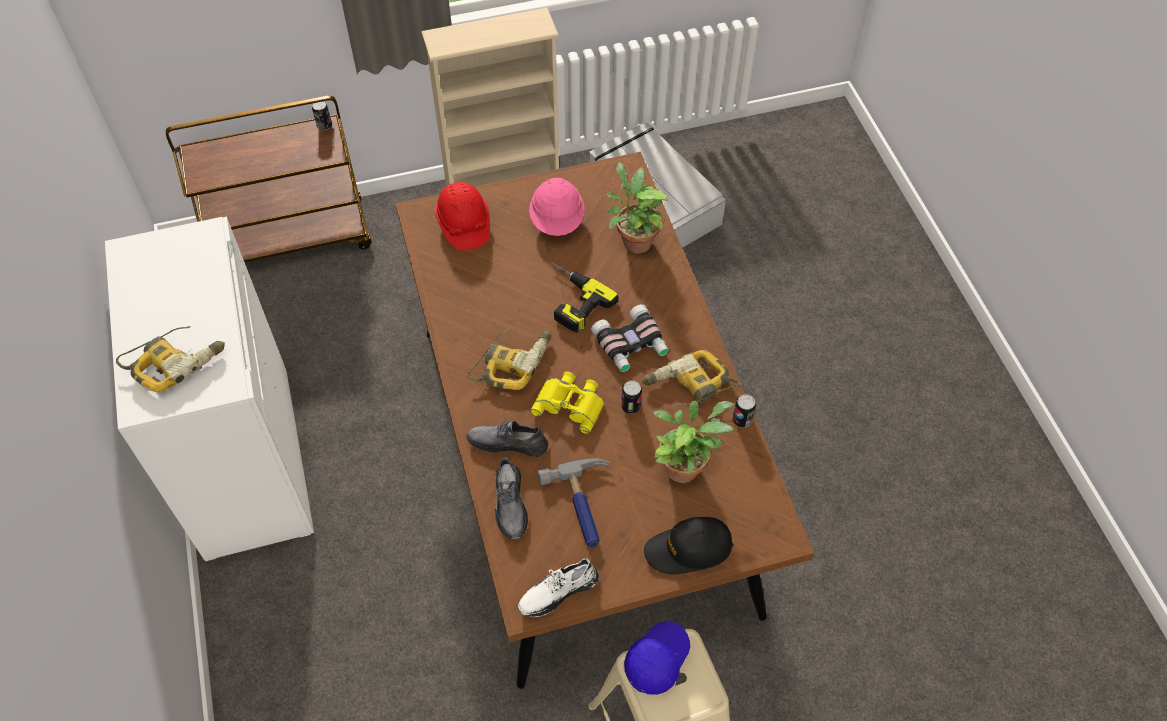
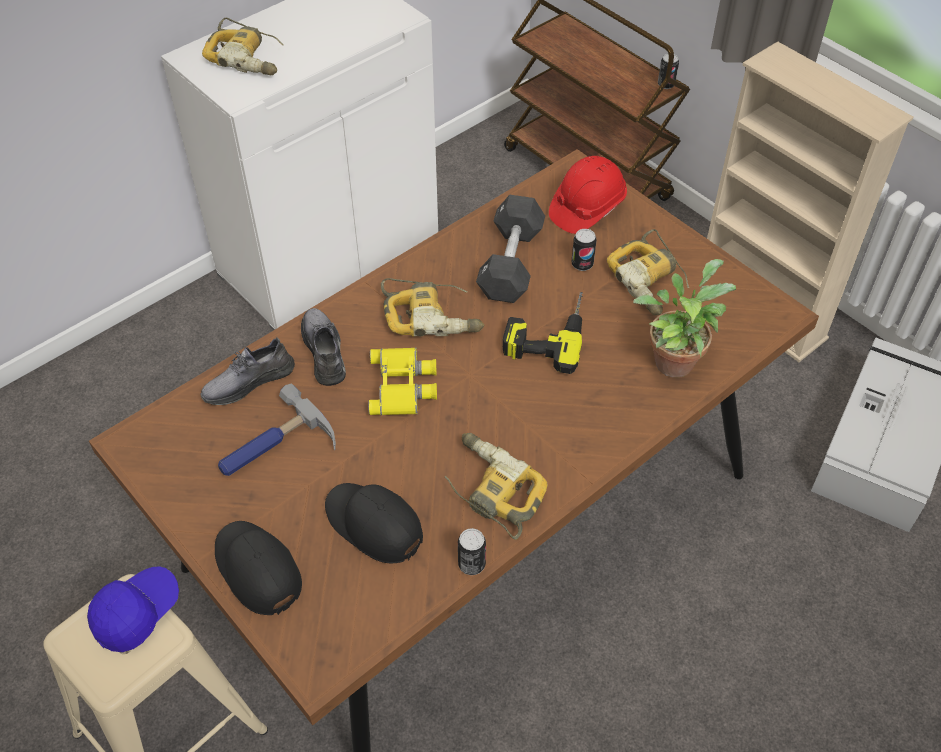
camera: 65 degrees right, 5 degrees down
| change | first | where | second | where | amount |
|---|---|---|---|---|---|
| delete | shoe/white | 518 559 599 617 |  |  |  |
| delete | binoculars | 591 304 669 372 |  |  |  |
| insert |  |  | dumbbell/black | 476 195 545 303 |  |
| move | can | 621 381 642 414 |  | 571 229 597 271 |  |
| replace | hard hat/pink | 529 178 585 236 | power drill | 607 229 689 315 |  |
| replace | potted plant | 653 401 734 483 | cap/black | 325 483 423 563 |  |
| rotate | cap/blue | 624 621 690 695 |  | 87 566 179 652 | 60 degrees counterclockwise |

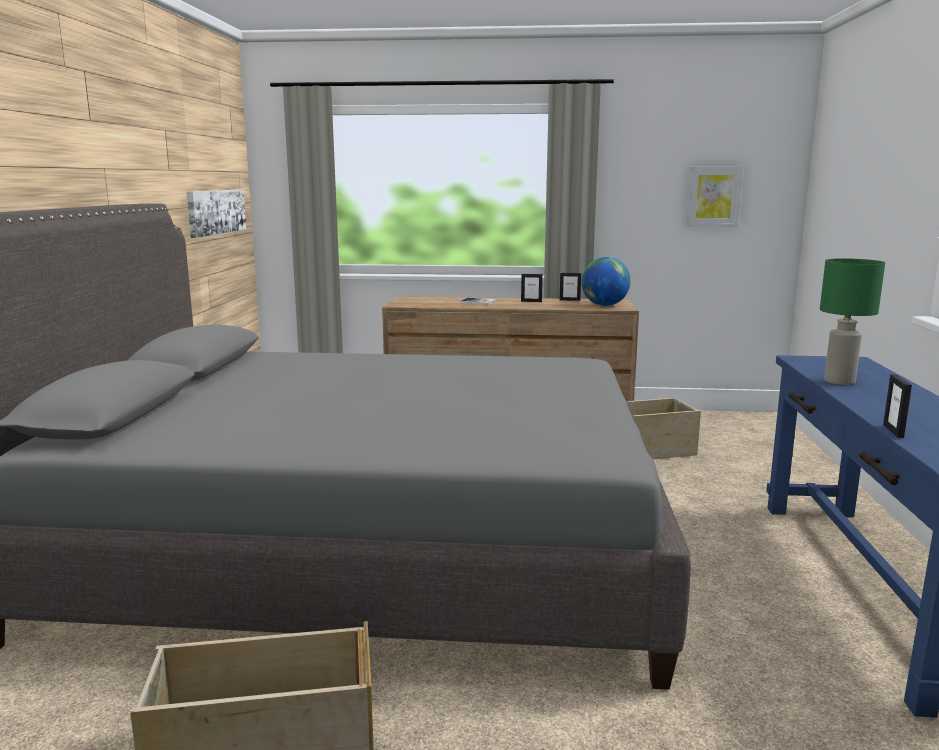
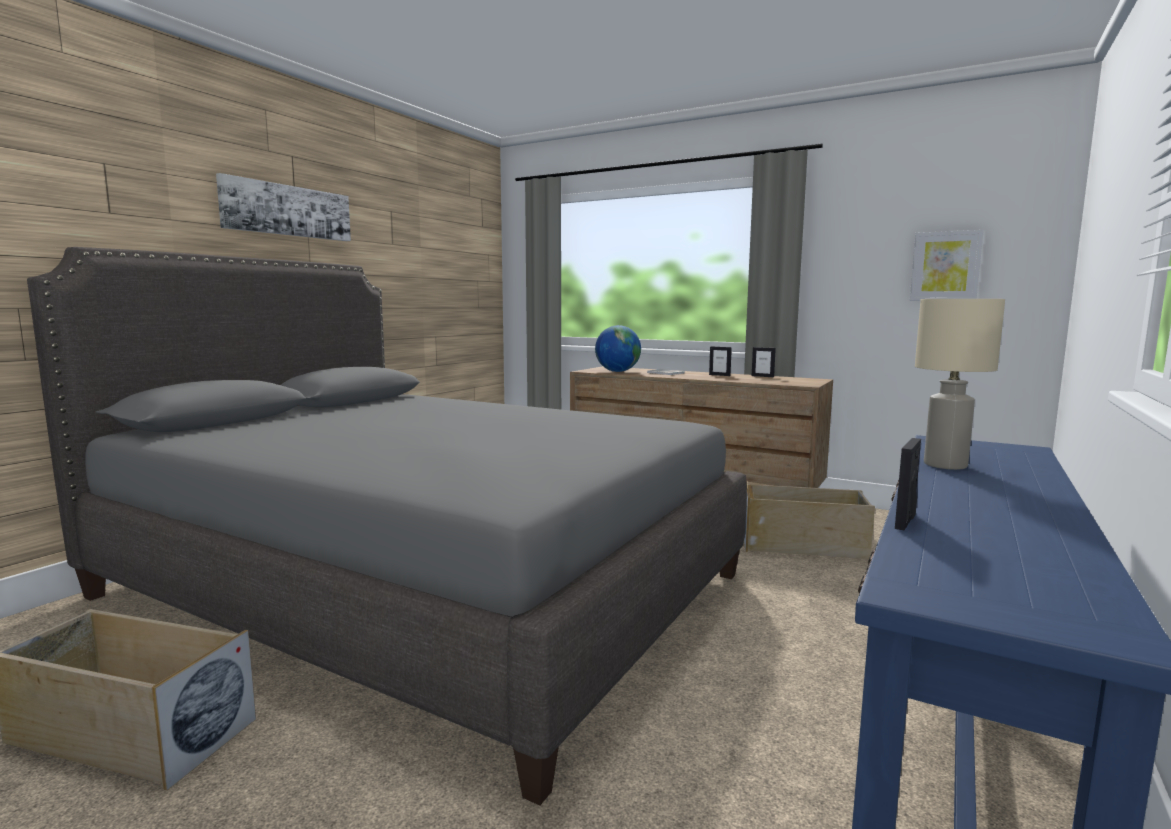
camera: 25 degrees right, 5 degrees down
| change | first | where | second | where | amount |
|---|---|---|---|---|---|
| move | picture | 186 190 246 238 |  | 216 173 351 241 |  |
| move | globe | 582 257 631 306 |  | 595 325 641 372 |  |
| recolor | table lamp/green | 820 258 885 385 | table lamp/beige | 915 299 1005 470 |  |

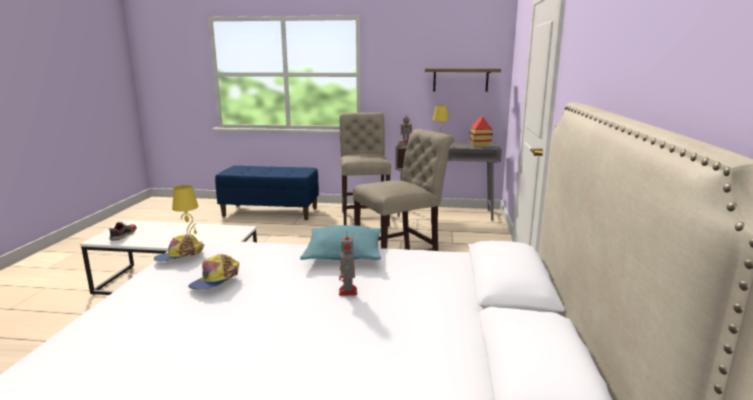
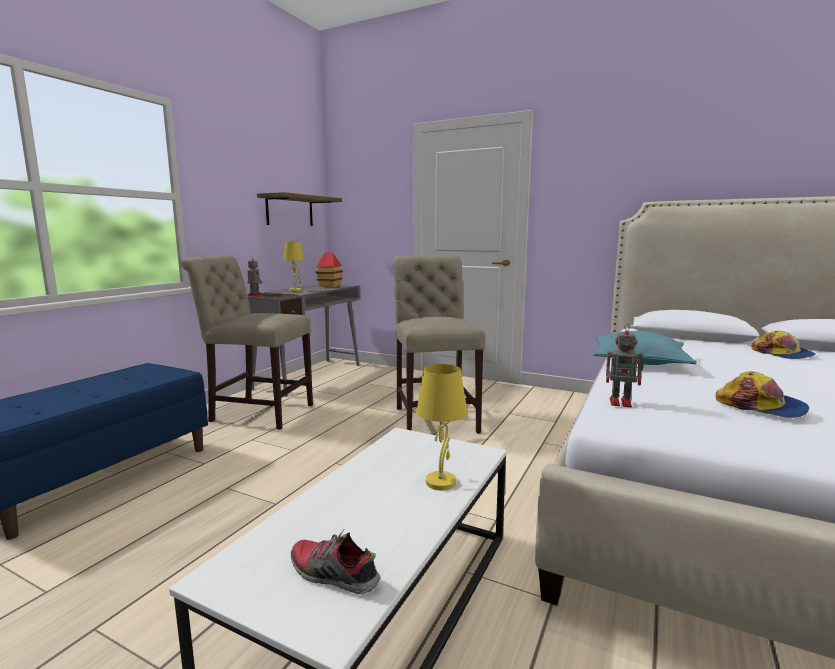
camera: 70 degrees left, 5 degrees down
| change | first | where | second | where | amount |
|---|---|---|---|---|---|
| move | cap | 154 234 204 262 |  | 751 331 816 359 |  |
| move | toy robot | 339 237 357 296 |  | 606 324 644 407 |  |

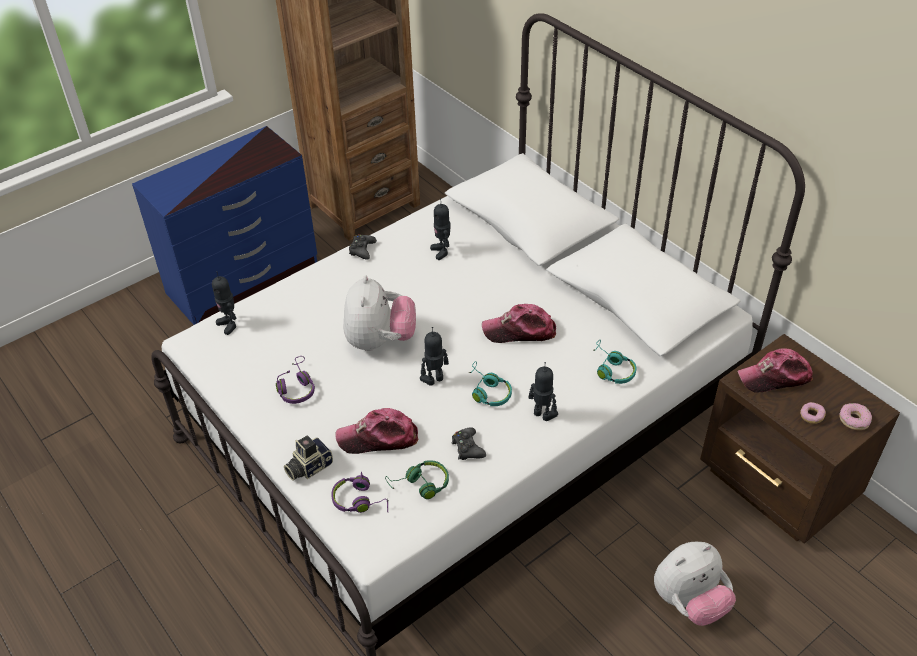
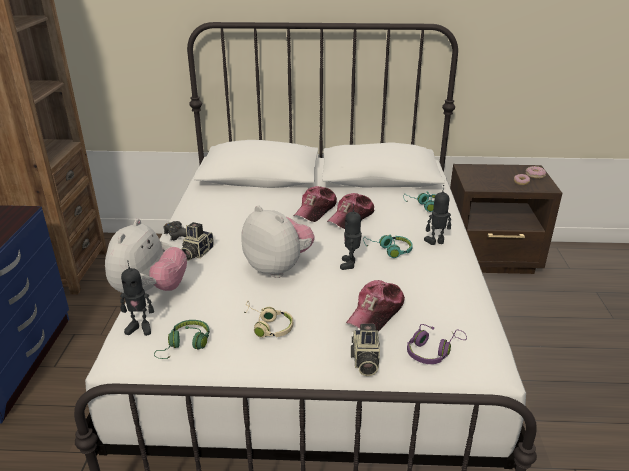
camera: 50 degrees left, 15 degrees down
| change | first | where | second | where | amount |
|---|---|---|---|---|---|
| delete | toy robot | 430 198 451 260 |  |  |  |
| delete | game controller/black | 451 427 486 460 |  |  |  |
| insert |  |  | photo camera | 181 222 214 261 |  |
| move | headphones/green | 385 460 449 499 |  | 154 320 210 359 |  |
| move | plush toy | 654 542 736 626 |  | 105 219 187 293 |  |
| move | cap | 737 348 813 392 |  | 294 186 337 222 |  |
| recolor | headphones/purple | 276 356 315 404 | headphones/beige | 244 301 293 338 |  |

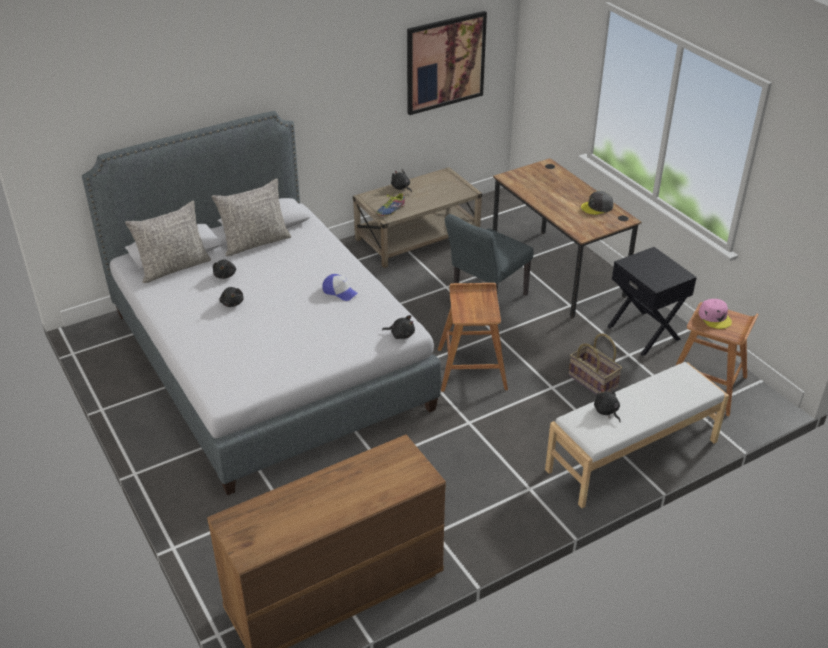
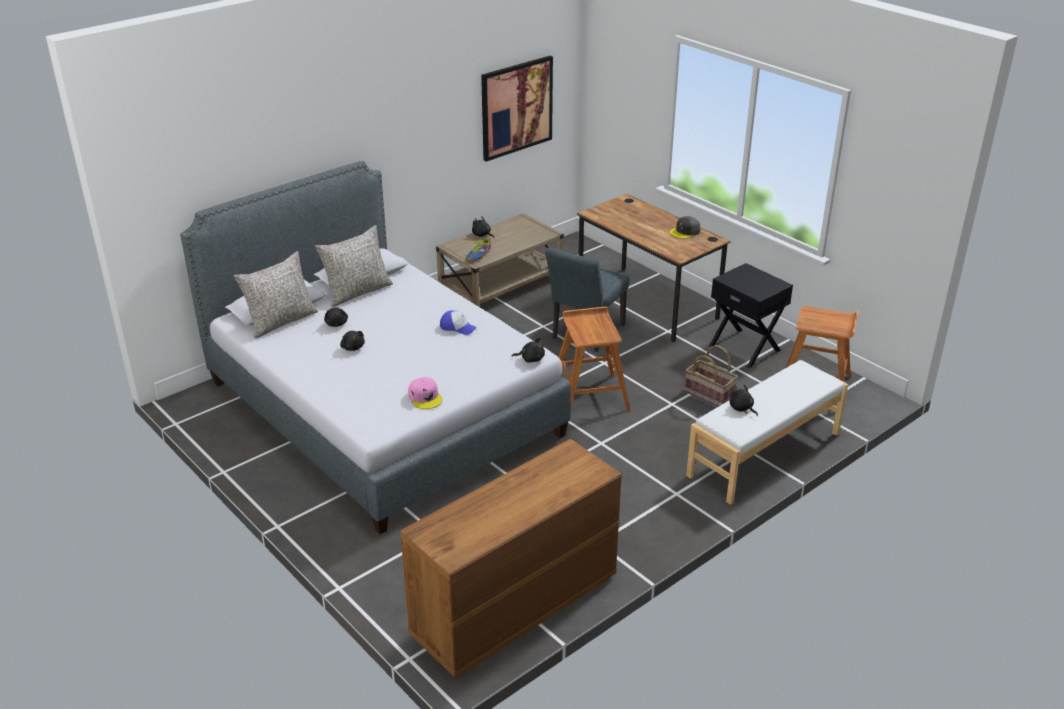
camera: 10 degrees left, 5 degrees down
| change | first | where | second | where | amount |
|---|---|---|---|---|---|
| move | cap/pink | 698 299 732 329 |  | 408 377 442 409 |  |

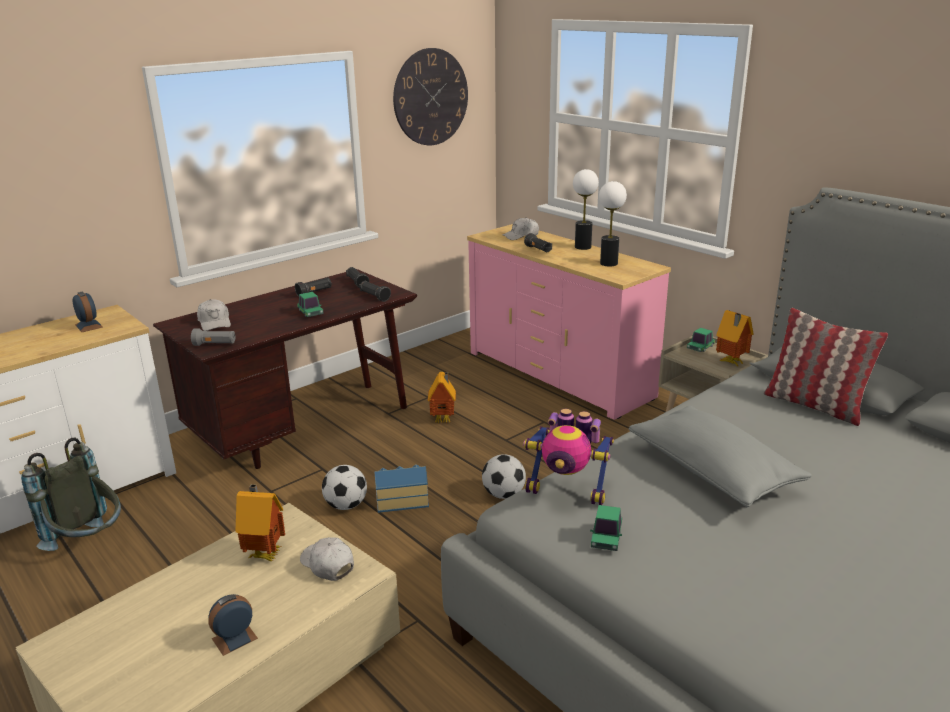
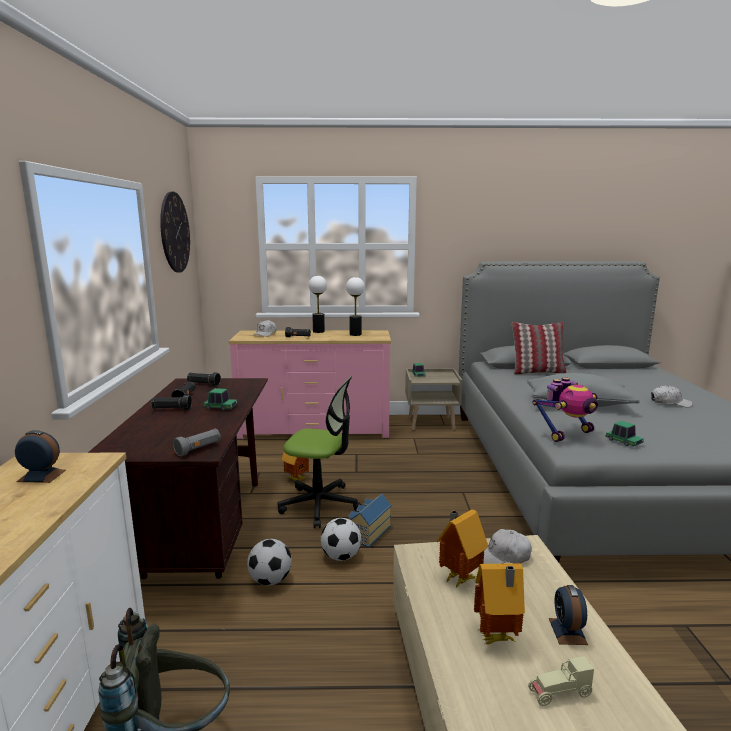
camera: 50 degrees left, 10 degrees down
| change | first | where | second | where | amount |
|---|---|---|---|---|---|
| insert |  |  | office chair | 278 376 362 528 |  |
| insert |  |  | toy car/beige | 528 656 594 706 |  |
| move | cap/white | 197 299 231 331 |  | 651 385 692 408 |  |
| move | flashlight/black | 359 281 391 302 |  | 152 395 192 410 |  |
| move | football | 482 454 526 499 |  | 247 539 292 586 |  |
| move | toy house | 716 310 753 366 |  | 474 563 525 644 |  |

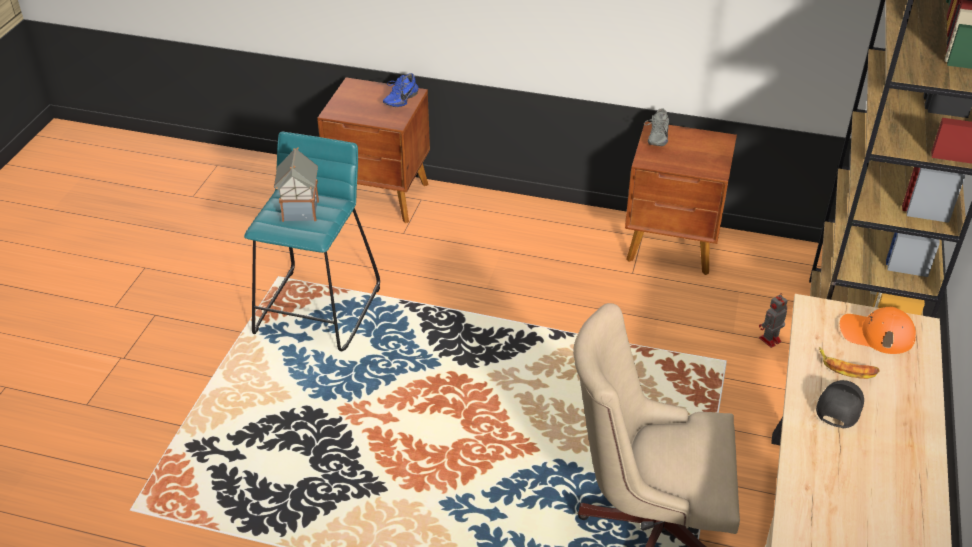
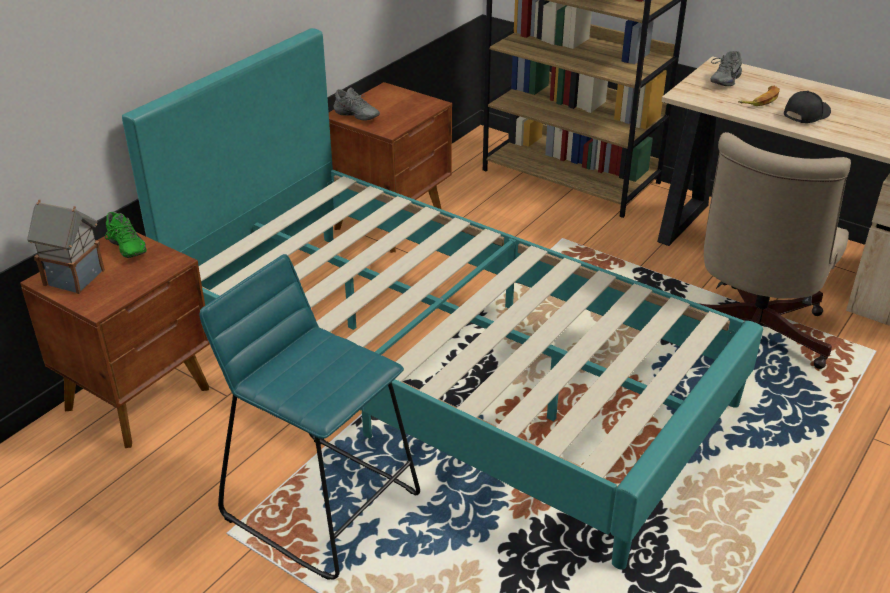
camera: 70 degrees left, 5 degrees down
| change | first | where | second | where | amount |
|---|---|---|---|---|---|
| delete | toy robot | 759 293 787 348 |  |  |  |
| insert |  |  | bed/turquoise | 122 28 763 570 |  |
| move | toy house | 274 147 319 222 |  | 27 200 105 294 |  |
| replace | cap/orange | 840 307 916 354 | shoe/grey | 710 51 742 86 |  |
| recolor | shoe/blue | 383 73 418 107 | shoe/green | 105 212 147 258 |  |
| rotate | cap/black | 816 380 864 428 |  | 784 91 831 123 | 90 degrees clockwise |

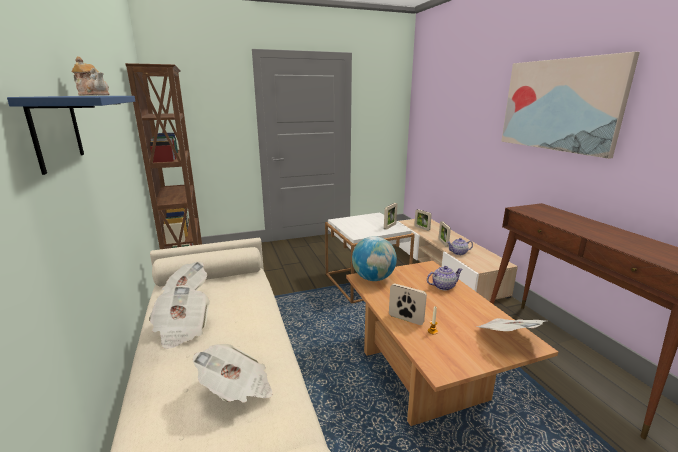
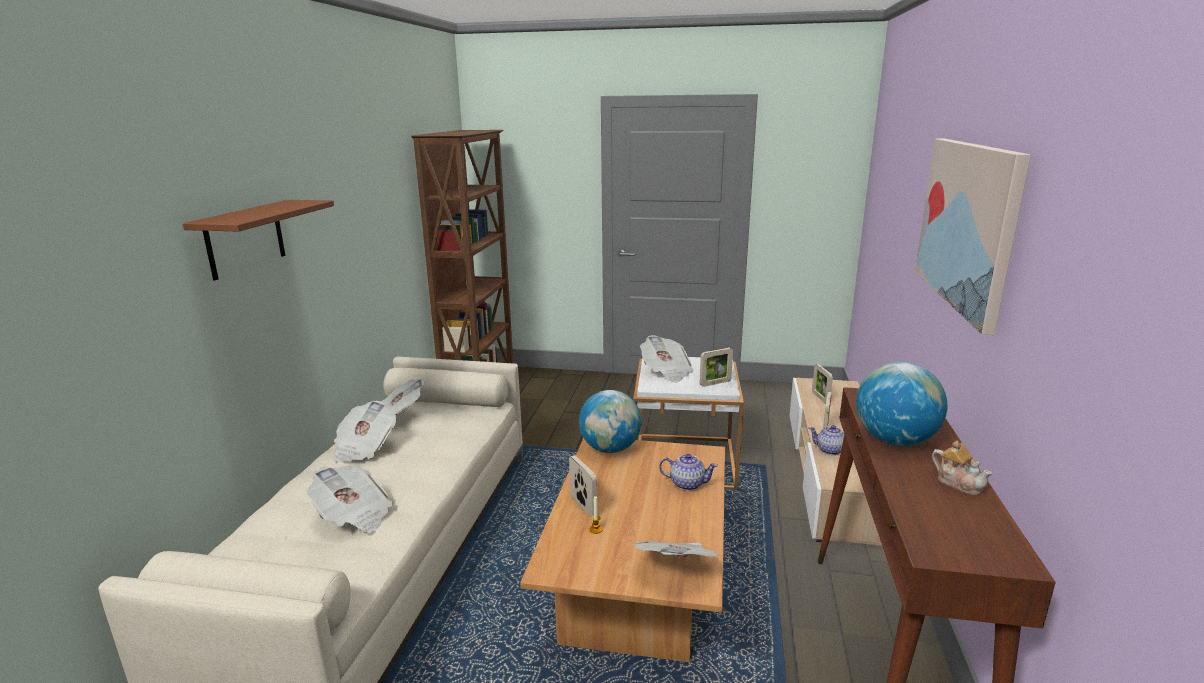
camera: 30 degrees right, 0 degrees up
| change | first | where | second | where | amount |
|---|---|---|---|---|---|
| insert |  |  | newspaper | 640 335 694 383 |  |
| insert |  |  | globe | 856 362 947 446 |  |
| move | teapot | 71 56 110 95 |  | 932 440 992 495 |  |
| recolor | shelf/blue | 7 96 135 175 | shelf/brown | 183 200 334 280 |  |

